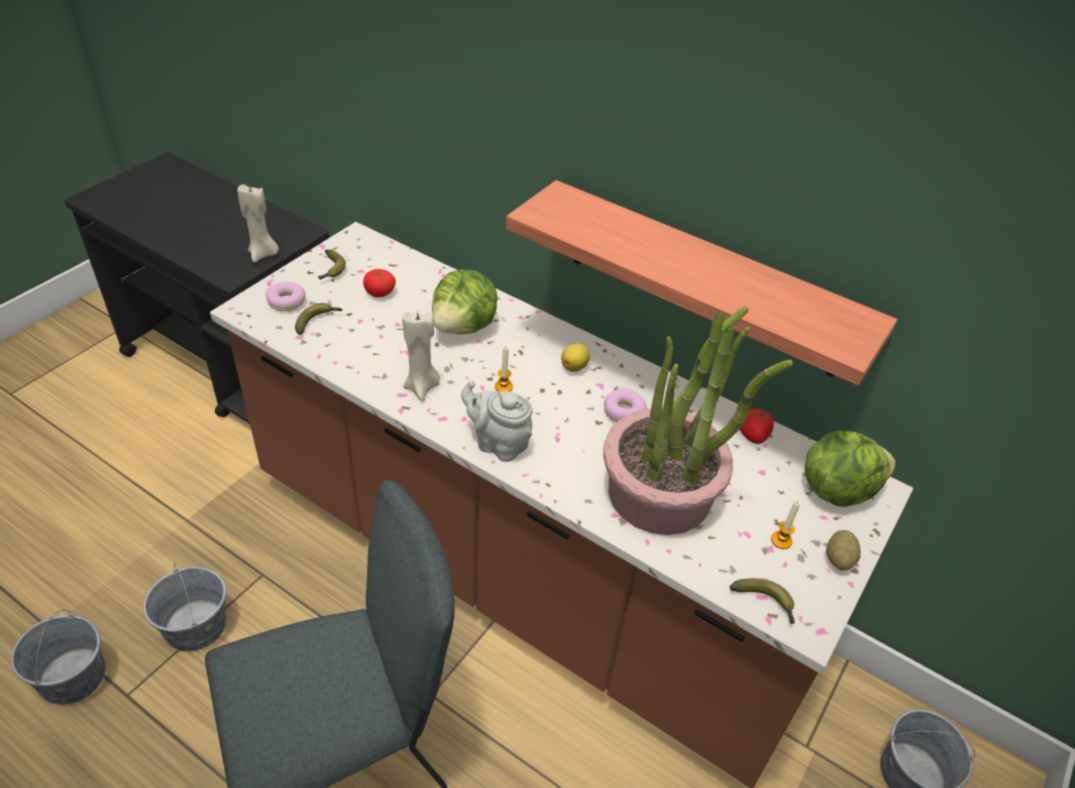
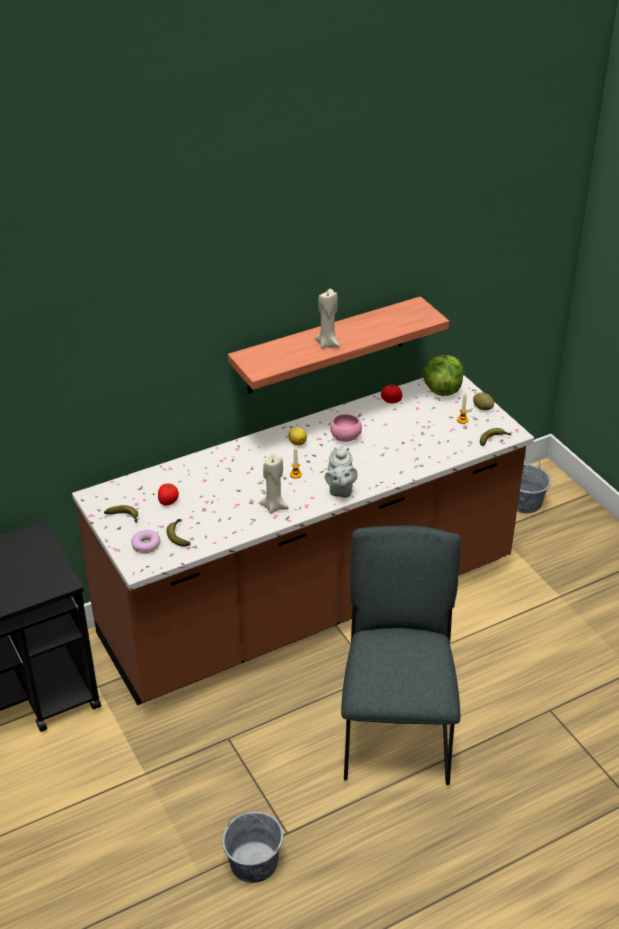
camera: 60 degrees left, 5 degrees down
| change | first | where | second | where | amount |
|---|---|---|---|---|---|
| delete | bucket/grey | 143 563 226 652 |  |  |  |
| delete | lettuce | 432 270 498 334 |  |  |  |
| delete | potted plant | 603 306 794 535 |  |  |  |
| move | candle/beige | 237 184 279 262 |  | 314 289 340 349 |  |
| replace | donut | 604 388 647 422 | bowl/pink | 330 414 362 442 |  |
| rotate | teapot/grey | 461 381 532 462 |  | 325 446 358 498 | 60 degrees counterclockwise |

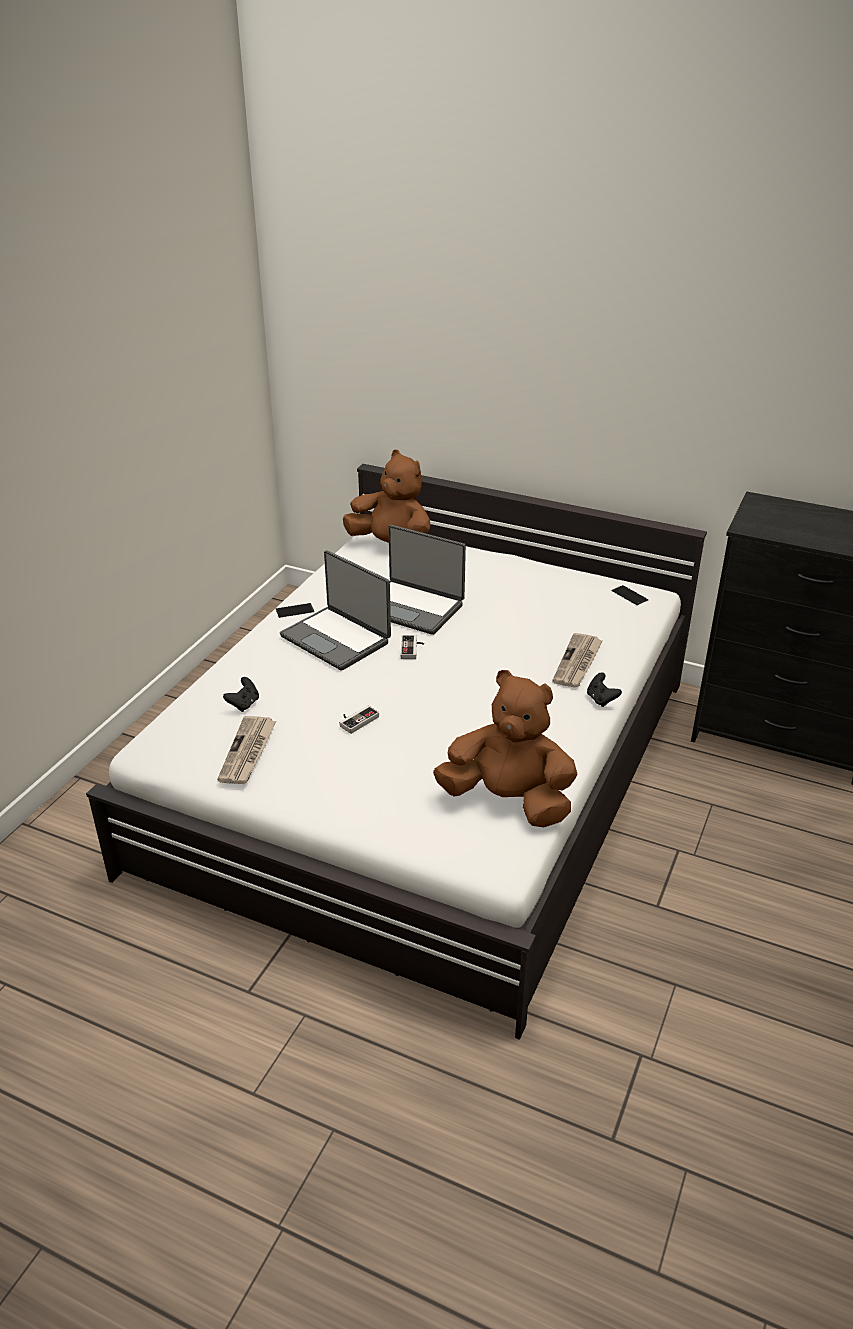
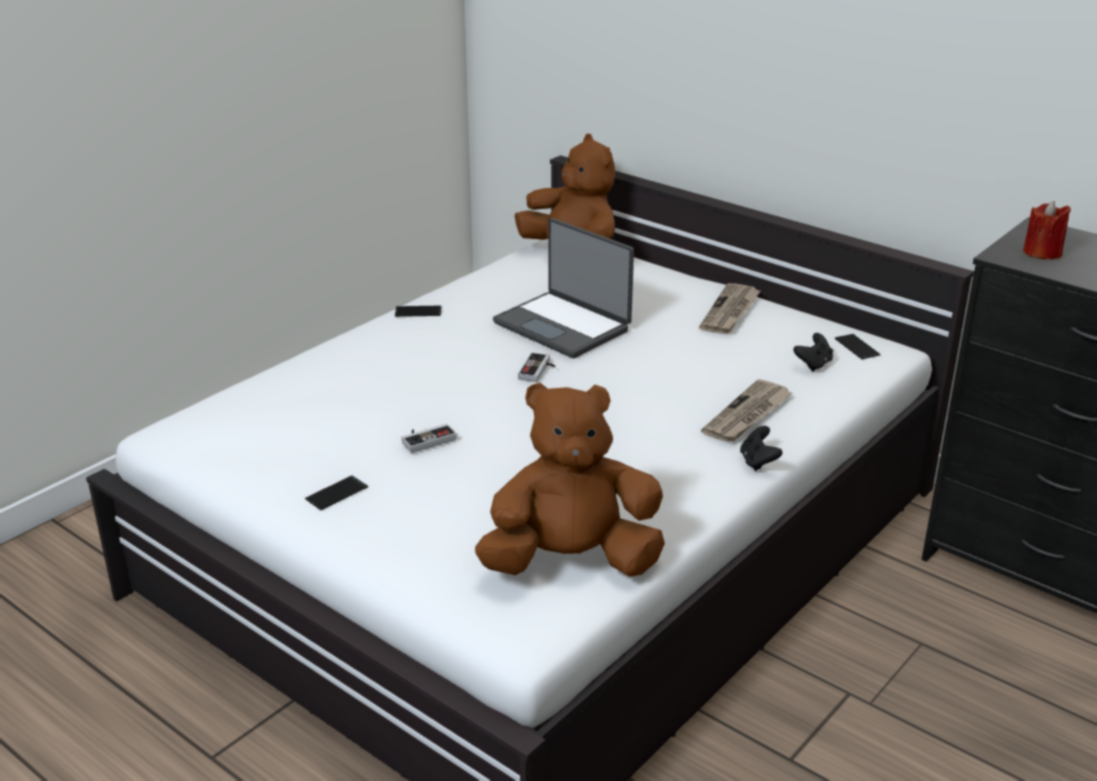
camera: 15 degrees right, 5 degrees down
| change | first | where | second | where | amount |
|---|---|---|---|---|---|
| delete | laptop | 280 550 391 671 |  |  |  |
| insert |  |  | phone | 305 475 368 510 |  |
| insert |  |  | candle/red | 1023 201 1071 260 |  |
| move | newspaper | 217 716 276 784 |  | 699 283 761 334 |  |
| move | game controller/black | 223 677 259 712 |  | 793 333 833 371 |  |
| rotate | plush toy/brown | 433 670 577 827 |  | 475 383 665 577 | 45 degrees counterclockwise |

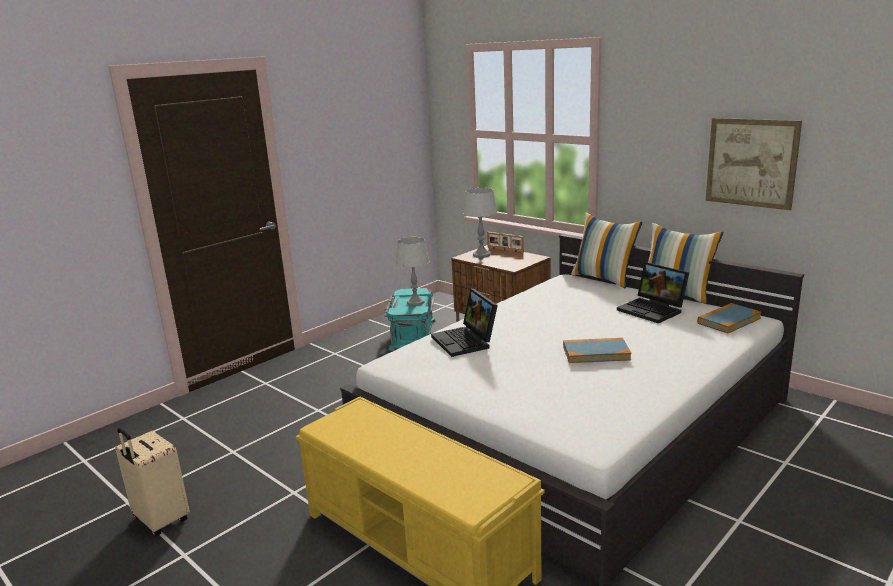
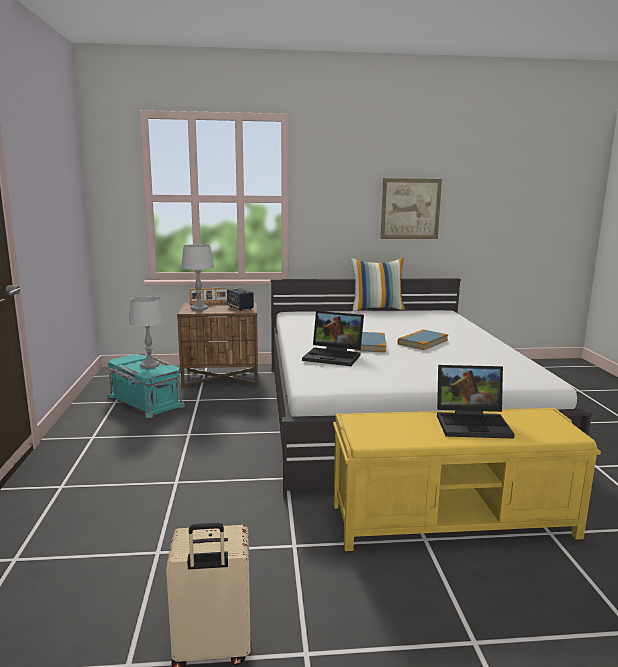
camera: 50 degrees left, 5 degrees down
| change | first | where | second | where | amount |
|---|---|---|---|---|---|
| delete | pillow | 571 212 643 289 |  |  |  |
| insert |  |  | speaker | 227 288 254 311 |  |
| move | laptop | 617 262 689 323 |  | 437 365 515 439 |  |
| move | book | 697 303 762 333 |  | 354 332 386 352 |  |

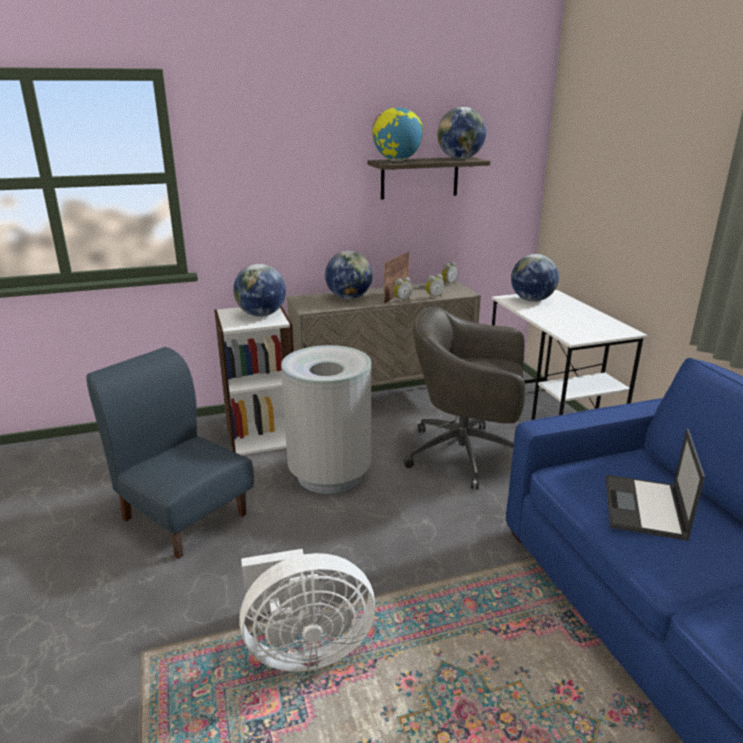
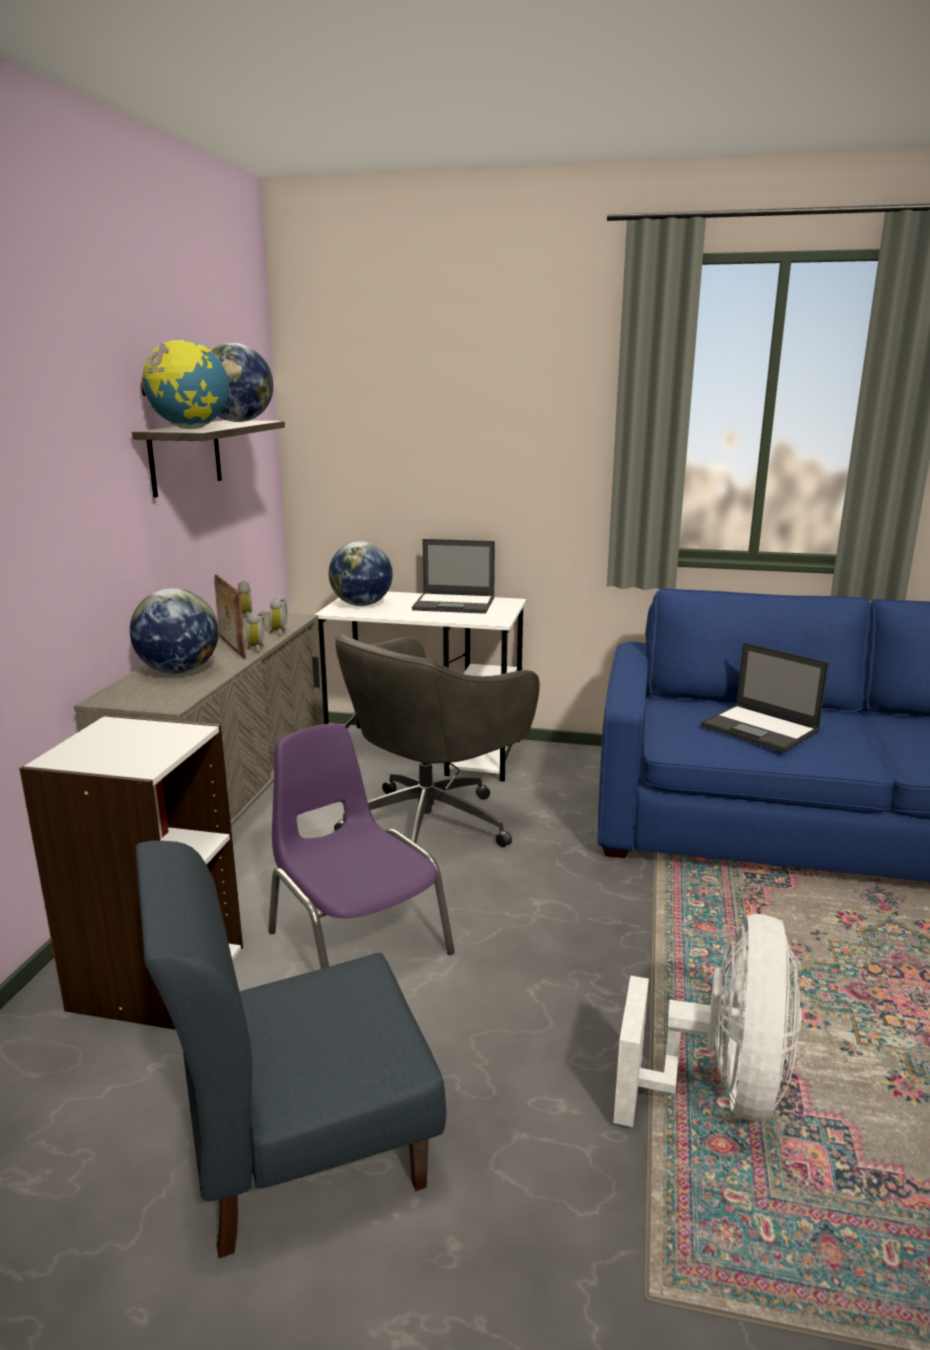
camera: 60 degrees left, 5 degrees down
| change | first | where | second | where | amount |
|---|---|---|---|---|---|
| delete | globe | 233 264 286 317 |  |  |  |
| insert |  |  | laptop | 412 539 495 614 |  |
| replace | trash can/grey | 281 345 371 494 | chair/purple | 268 723 455 969 |  |

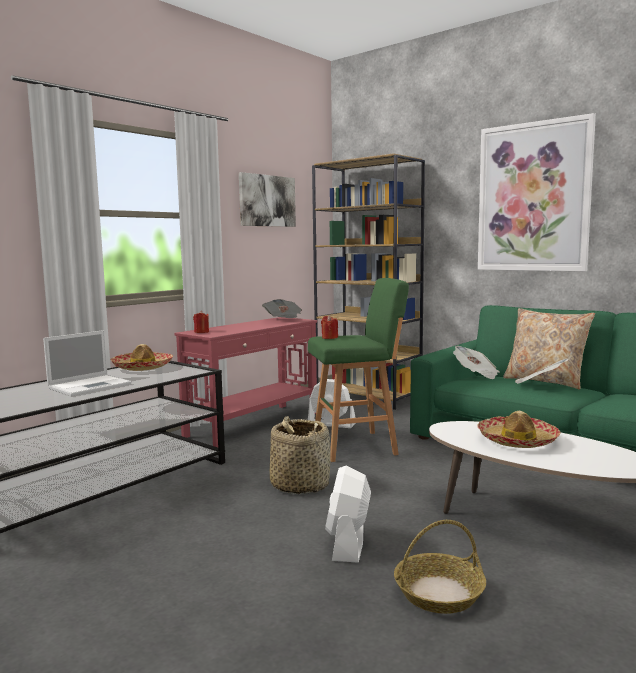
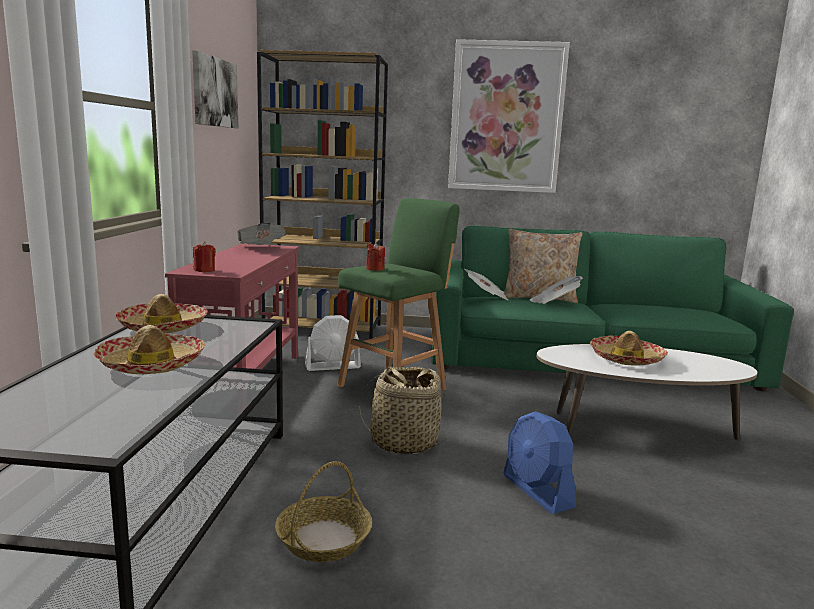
camera: 35 degrees left, 5 degrees up
| change | first | where | second | where | amount |
|---|---|---|---|---|---|
| move | basket | 394 520 486 614 |  | 275 461 372 562 |  |
| replace | laptop | 43 330 131 396 | hat | 93 325 206 374 |  |
| recolor | fan/white | 325 465 371 562 | fan/blue | 503 411 576 514 |  |

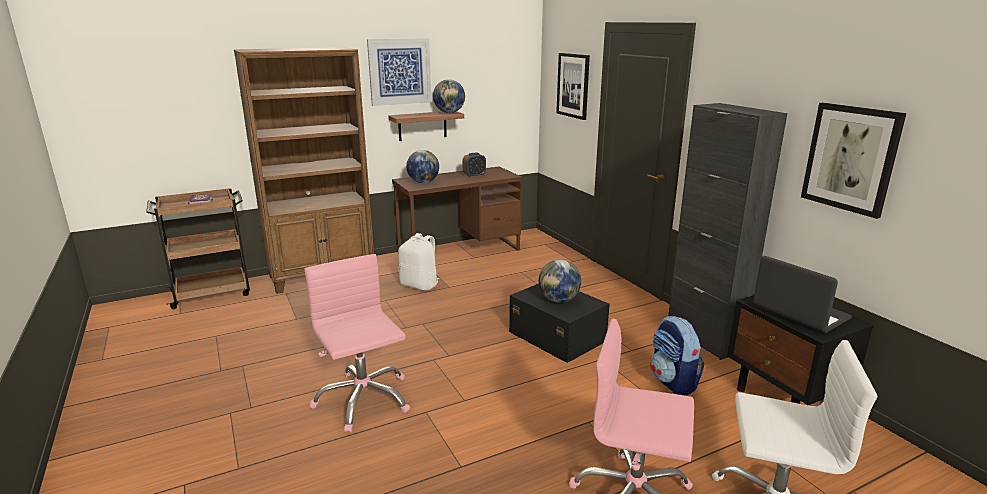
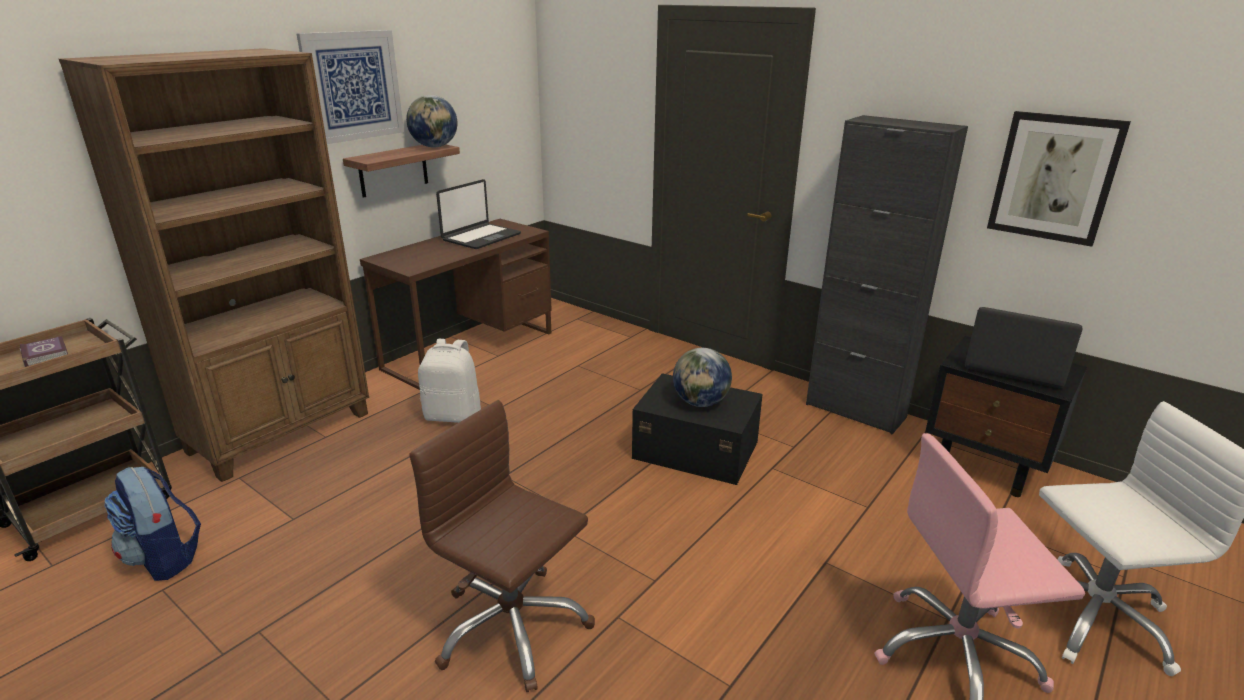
camera: 25 degrees left, 5 degrees up
| change | first | where | second | where | amount |
|---|---|---|---|---|---|
| delete | globe | 406 150 439 183 |  |  |  |
| delete | picture | 556 53 590 120 |  |  |  |
| move | backpack | 650 316 704 396 |  | 104 467 201 581 |  |
| replace | alarm clock | 462 152 486 177 | laptop | 436 179 521 249 |  |
| recolor | office chair/pink | 304 254 410 432 | office chair/brown | 409 400 595 692 |  |

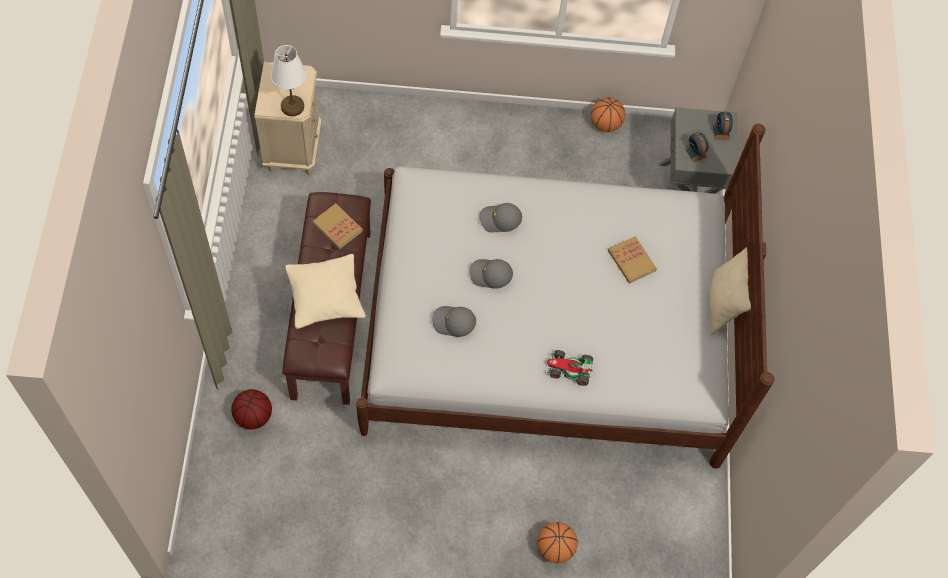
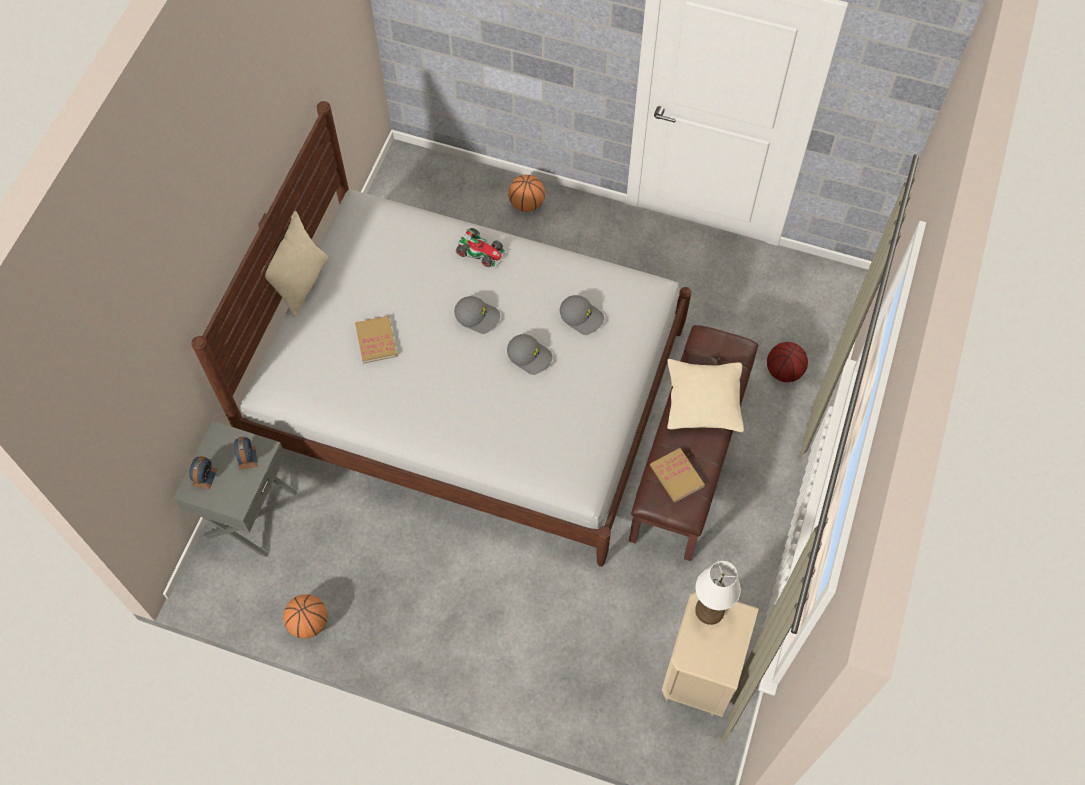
camera: 160 degrees left, 0 degrees up
| change | first | where | second | where | amount |
|---|---|---|---|---|---|
| move | cap/grey | 479 203 522 233 |  | 454 296 500 334 |  |

